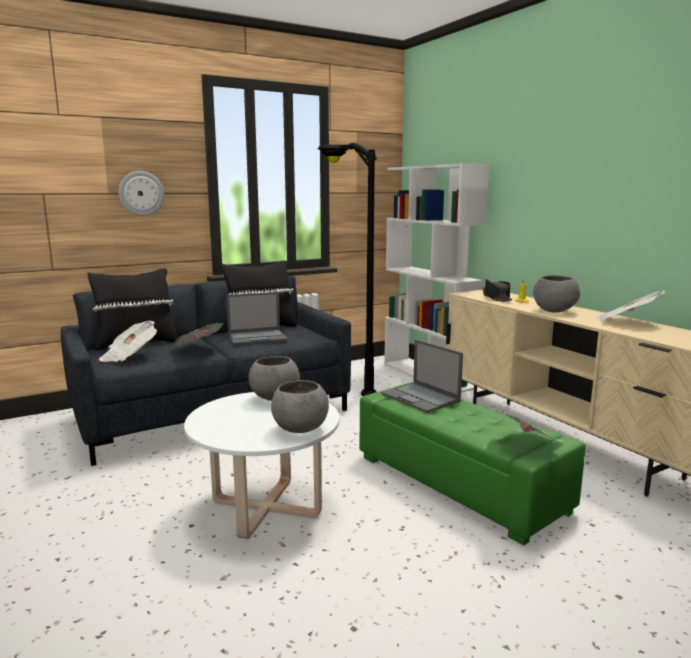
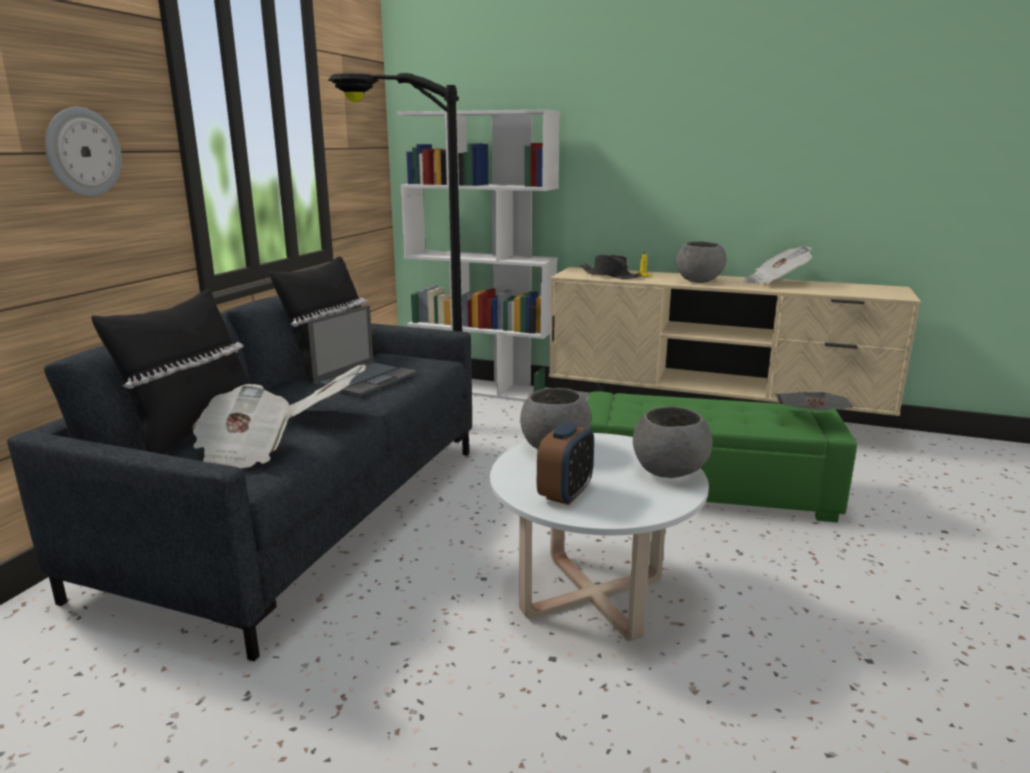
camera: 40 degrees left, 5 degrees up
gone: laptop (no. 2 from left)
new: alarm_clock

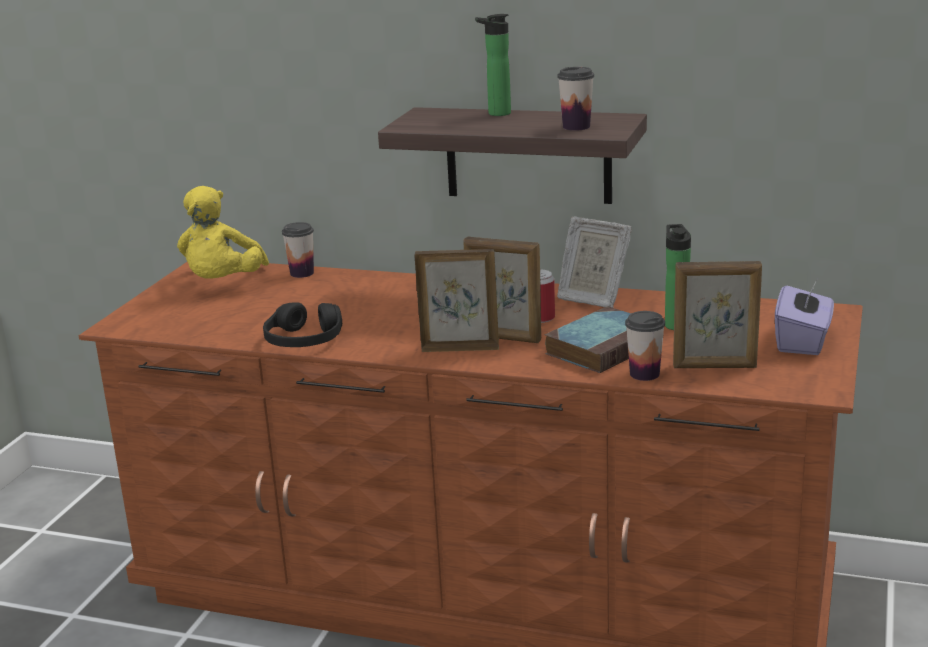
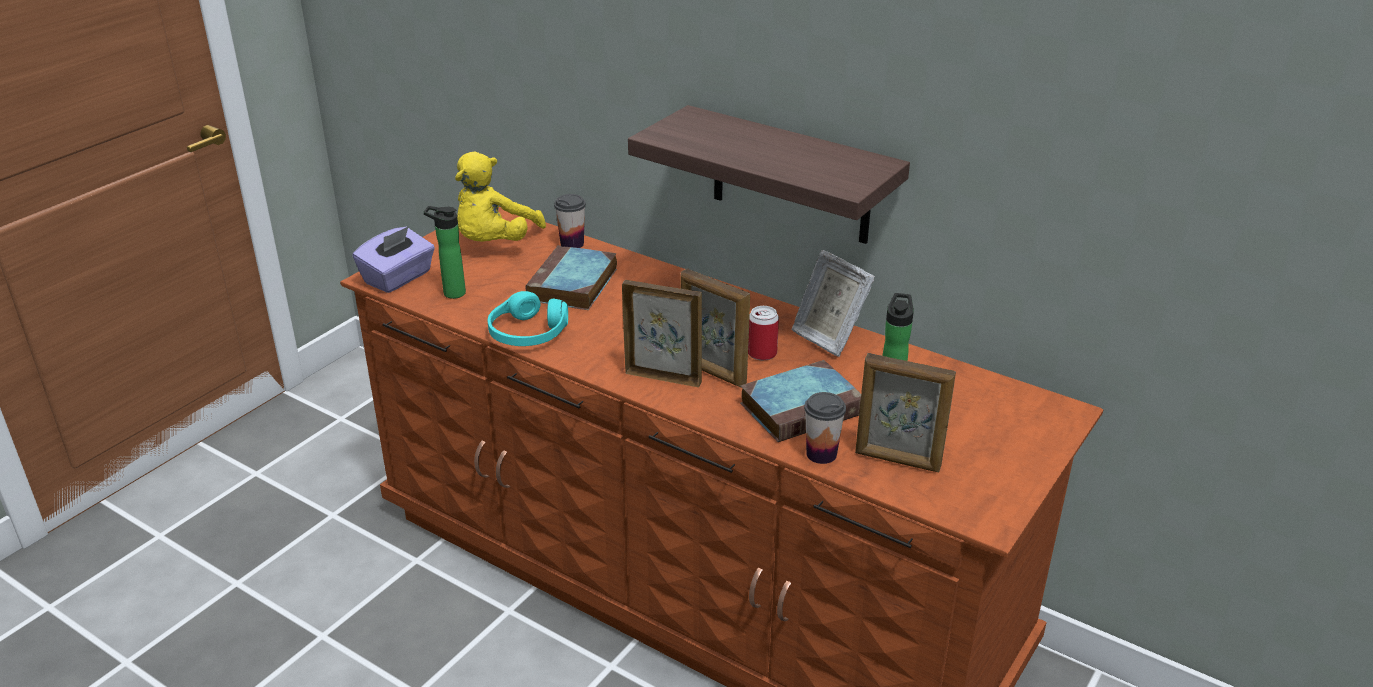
camera: 15 degrees right, 10 degrees up
gone: cup (no. 2 from left)
new: book (no. 1 from left)
shifted: bottle (no. 1 from left); purple_tissue_box
repainted: black_headphones to turquoise_headphones

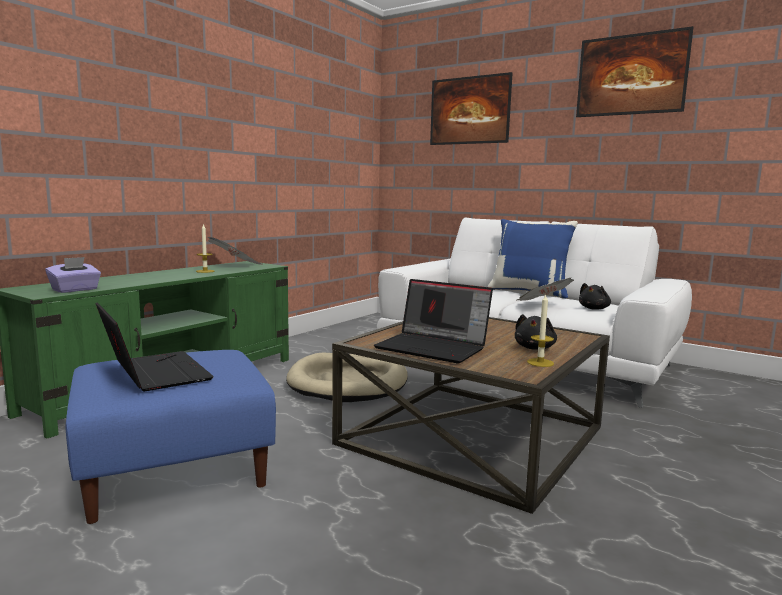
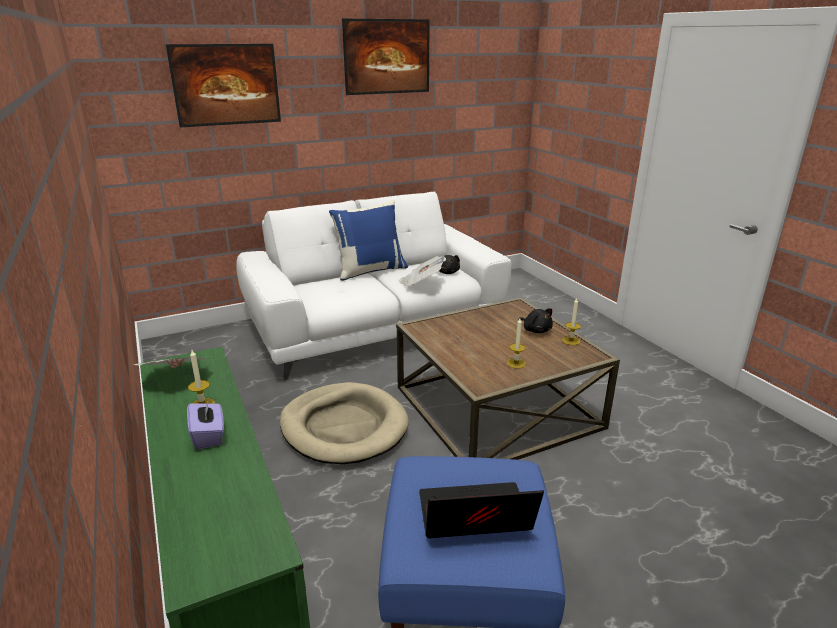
camera: 60 degrees left, 15 degrees up
shifted: purple_tissue_box
swapped: laptop (no. 2 from left) to candle (no. 2 from left)

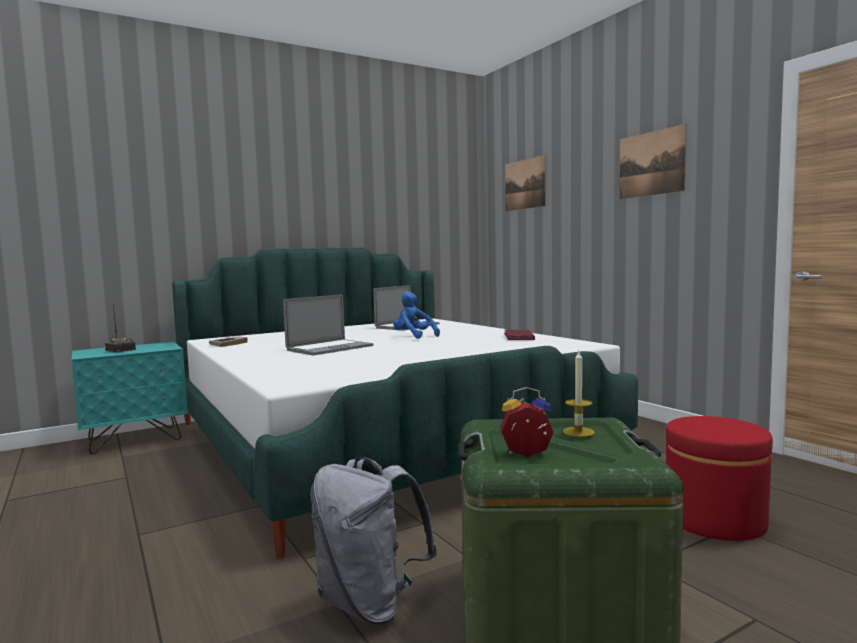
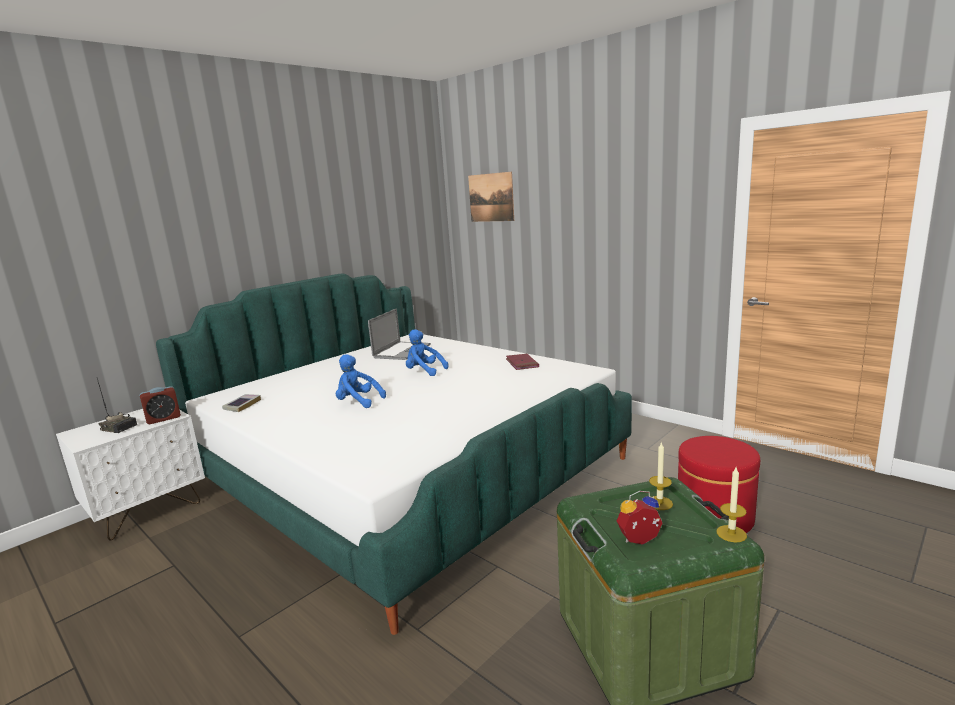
camera: 15 degrees left, 10 degrees up
gone: grey_backpack; picture (no. 2 from left)
new: alarm_clock (no. 1 from left); candle (no. 2 from left)
swapped: laptop (no. 1 from left) to blue_plush_toy (no. 1 from left)
repainted: turquoise_nightstand to white_nightstand

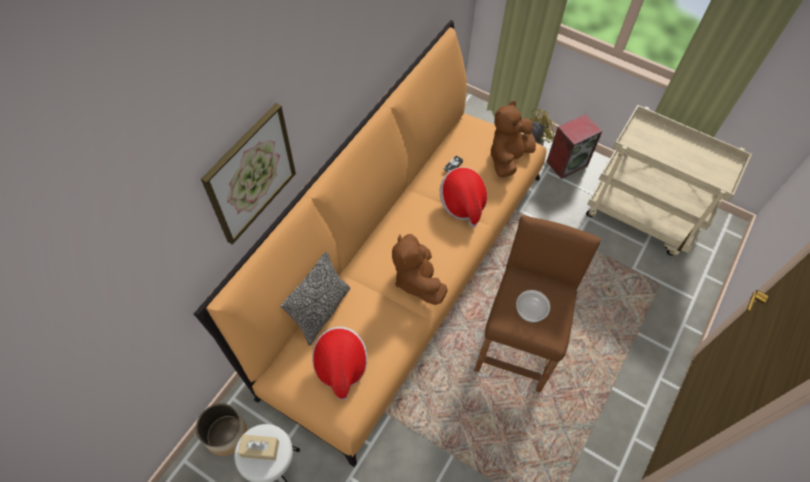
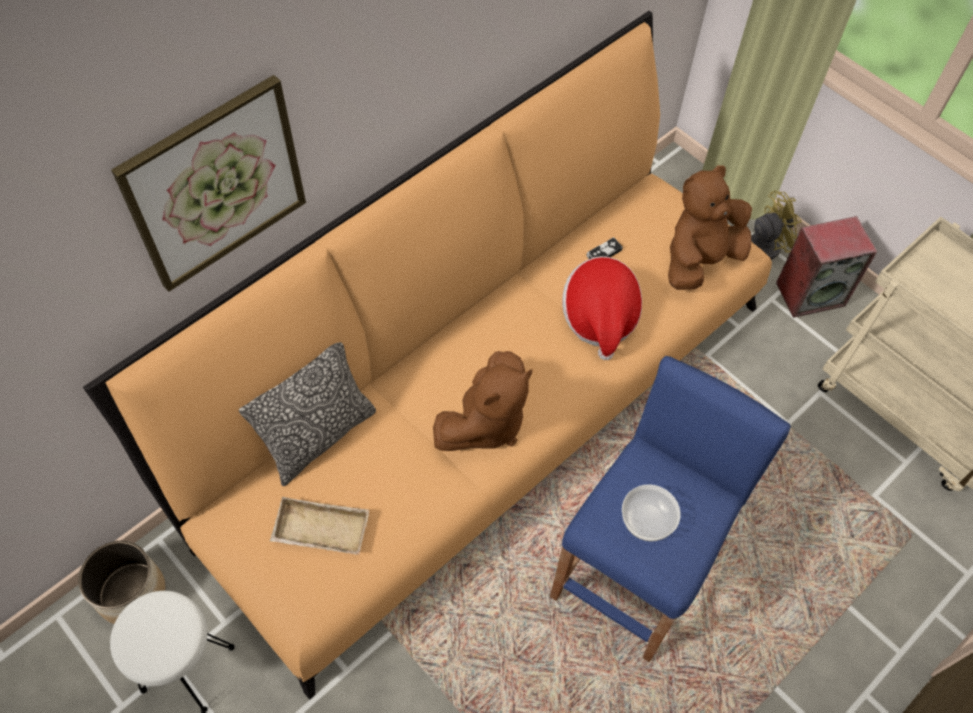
camera: 15 degrees right, 0 degrees up
gone: beige_tissue_box
swapped: hat (no. 1 from left) to beige_tray
repainted: brown_stool to blue_stool
rotated: brown_plush_toy (no. 1 from left) 135 degrees counterclockwise

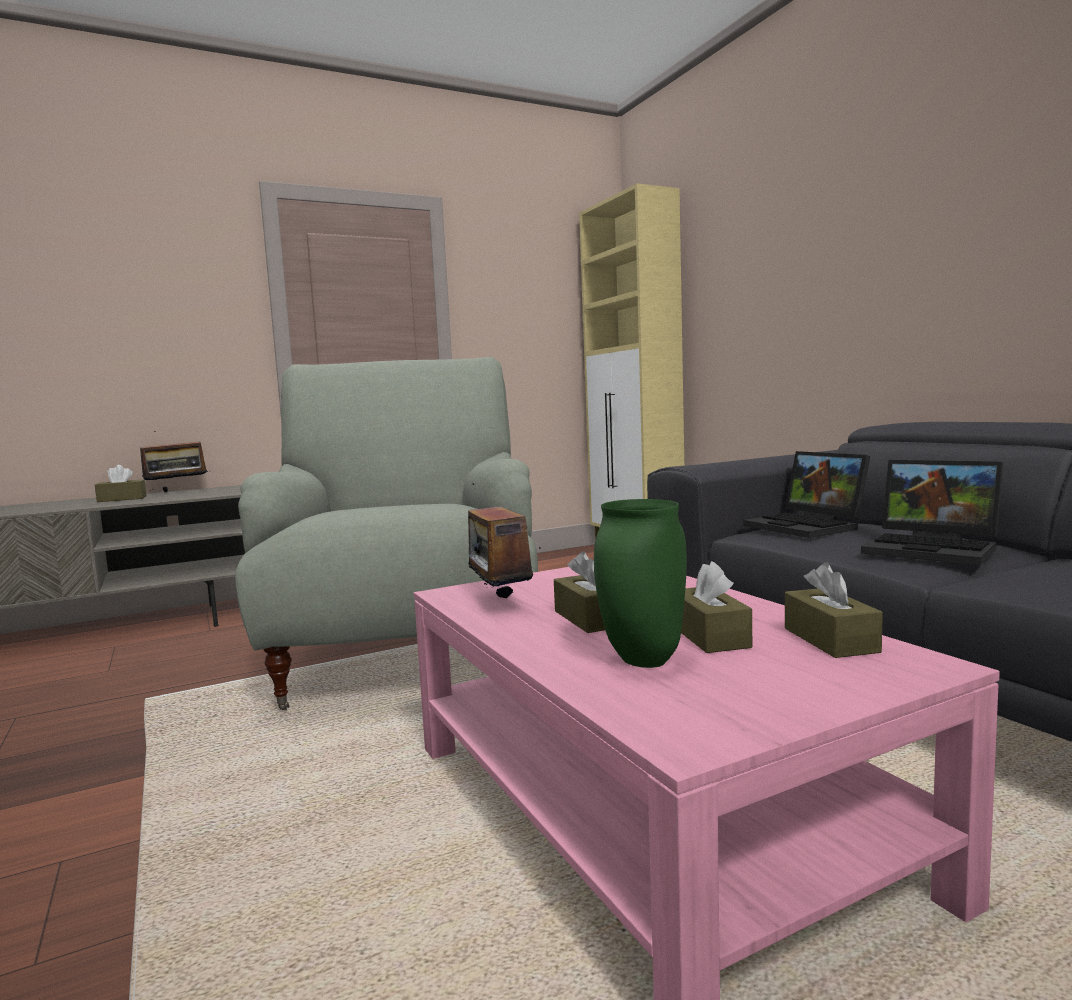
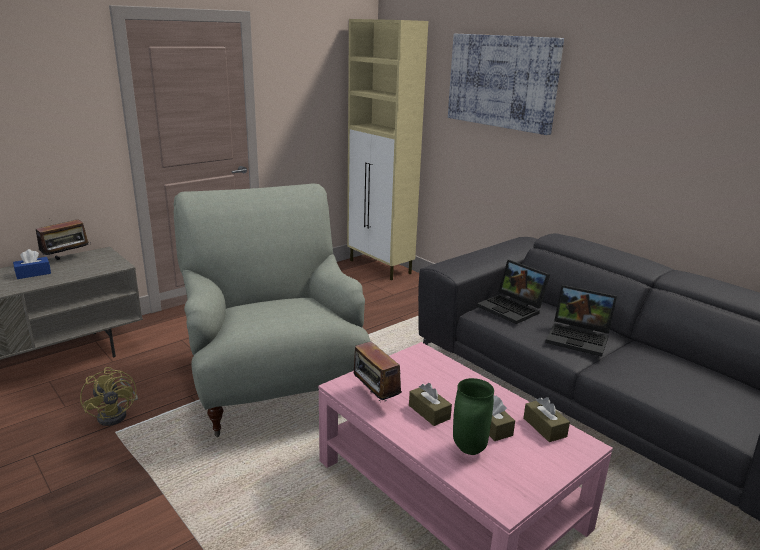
camera: 15 degrees left, 15 degrees up
new: yellow_fan; picture
repainted: brown_tissue_box (no. 1 from left) to blue_tissue_box

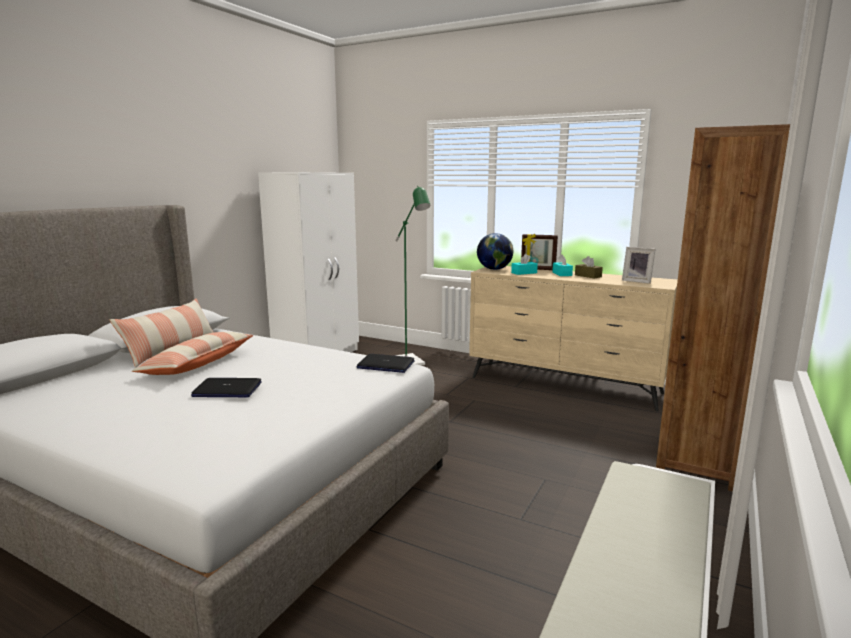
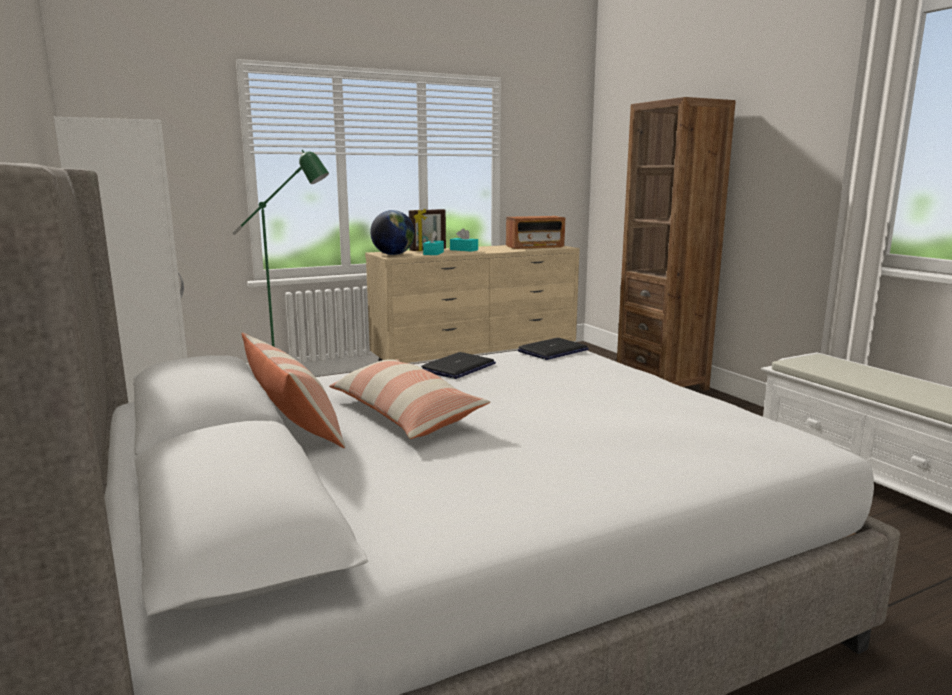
camera: 55 degrees left, 0 degrees up
gone: brown_tissue_box
shifted: laptop (no. 1 from left)
swapped: picture_frame (no. 2 from left) to radio

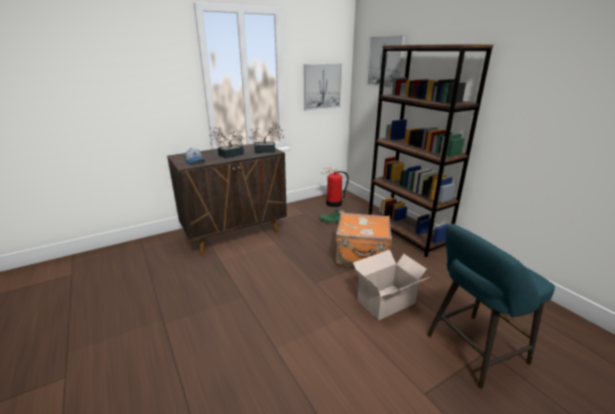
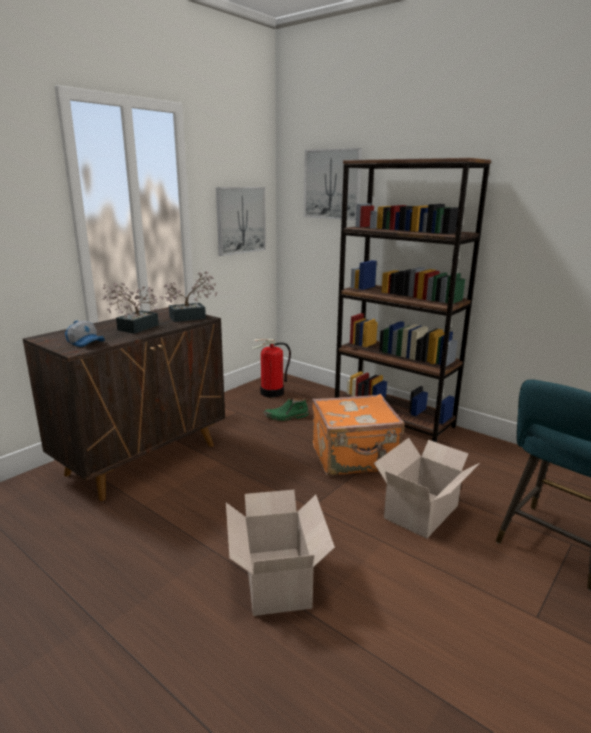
camera: 20 degrees left, 5 degrees down
new: cardboard_box (no. 1 from left)

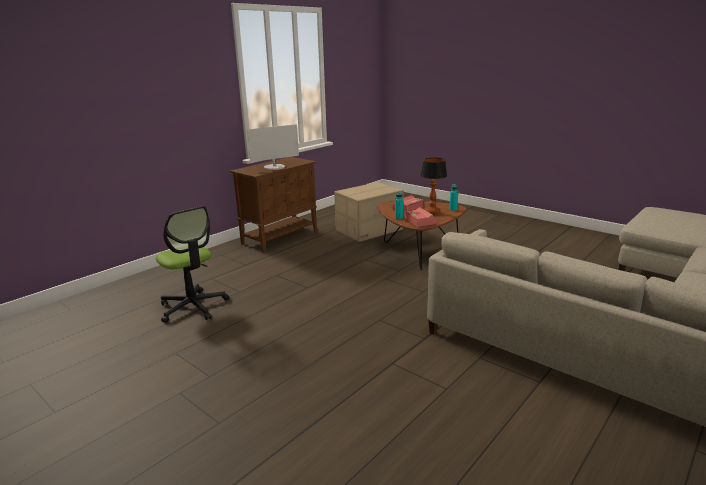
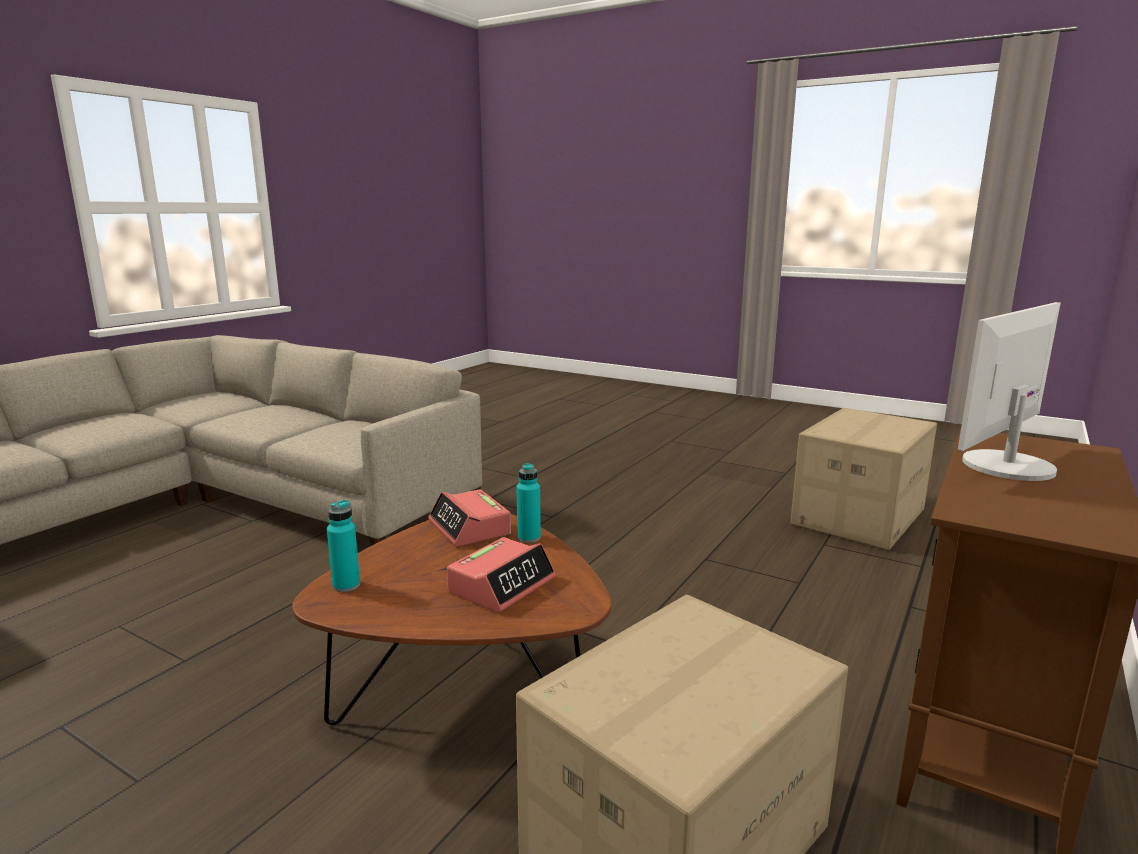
camera: 170 degrees right, 5 degrees down
gone: table_lamp
swapped: office_chair to cardboard_box (no. 2 from left)

